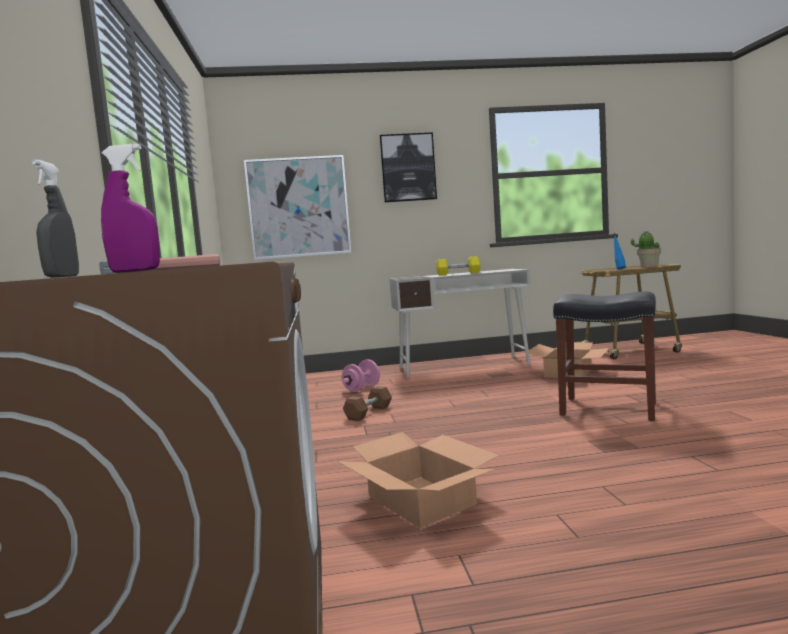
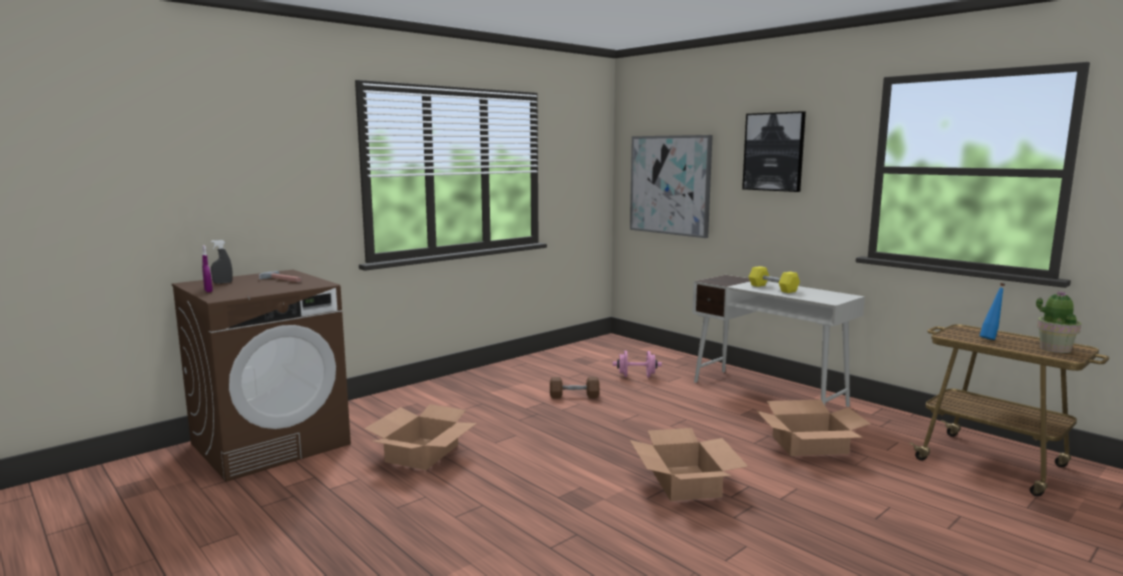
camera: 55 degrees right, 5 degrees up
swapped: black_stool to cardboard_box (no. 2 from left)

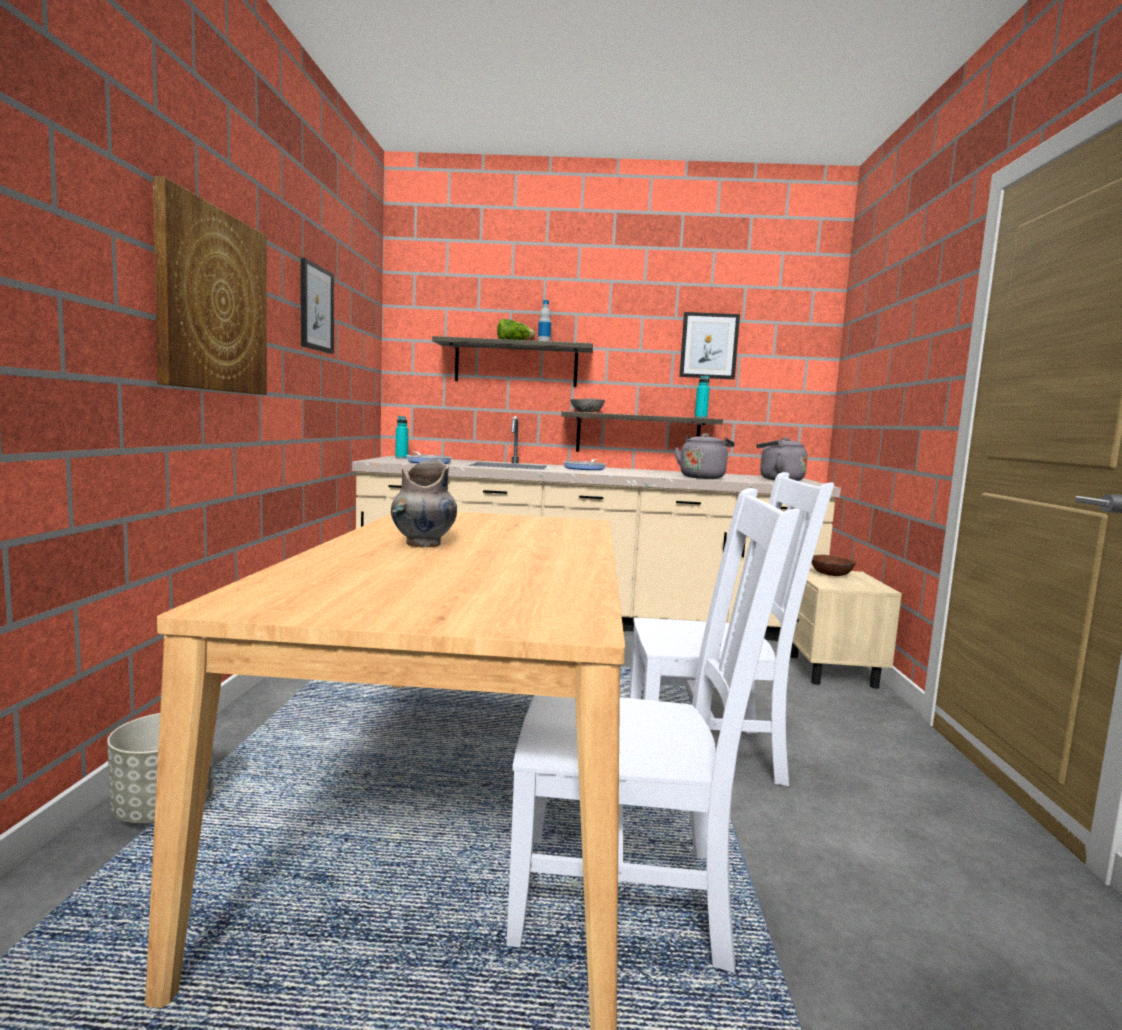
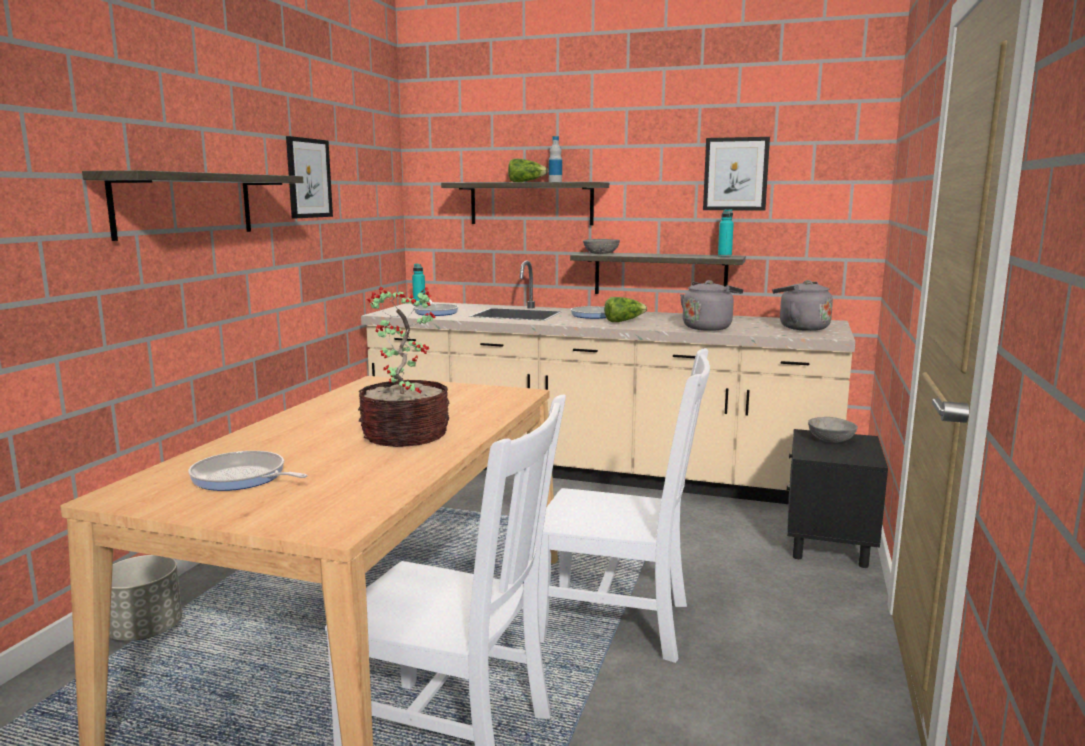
camera: 15 degrees right, 5 degrees up
gone: grey_vase
new: frying_pan (no. 1 from left); potted_plant; lettuce (no. 2 from left)
swapped: picture (no. 1 from left) to shelf (no. 1 from left)
repainted: beige_nightstand to black_nightstand; brown_bowl to grey_bowl (no. 2 from left)

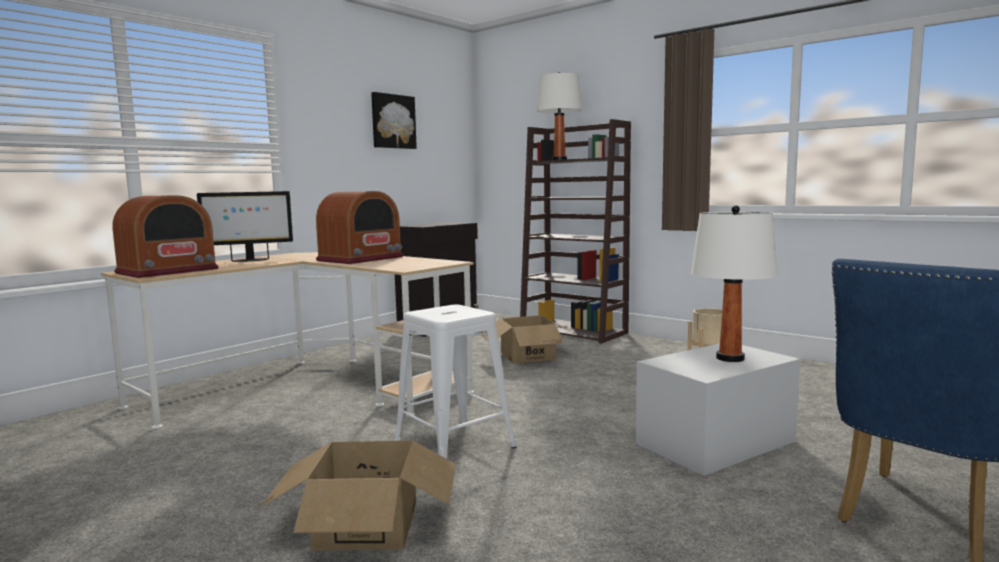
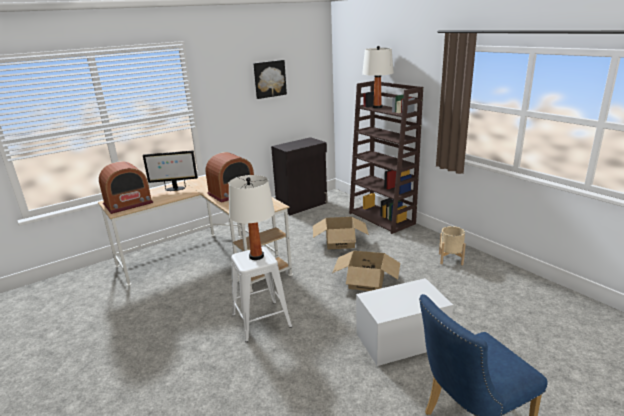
camera: 15 degrees right, 15 degrees up
shifted: cardboard_box (no. 1 from left in the first image) to cardboard_box (no. 2 from left); white_table_lamp (no. 2 from left in the first image) to white_table_lamp (no. 1 from left)

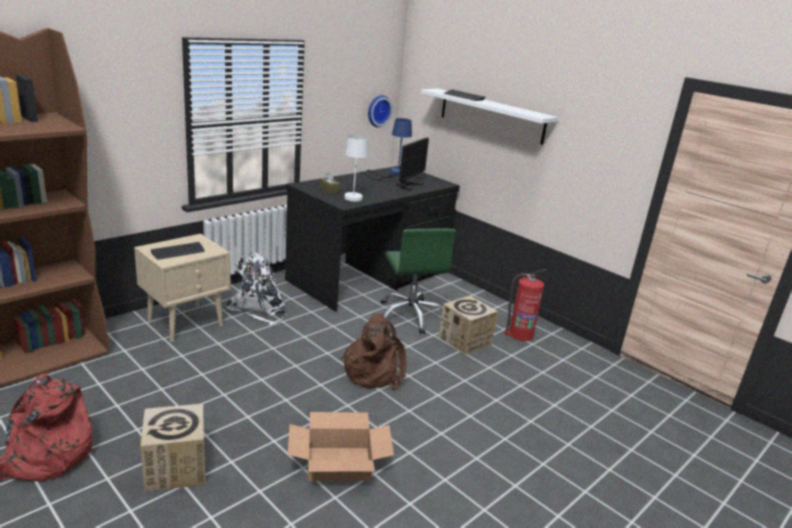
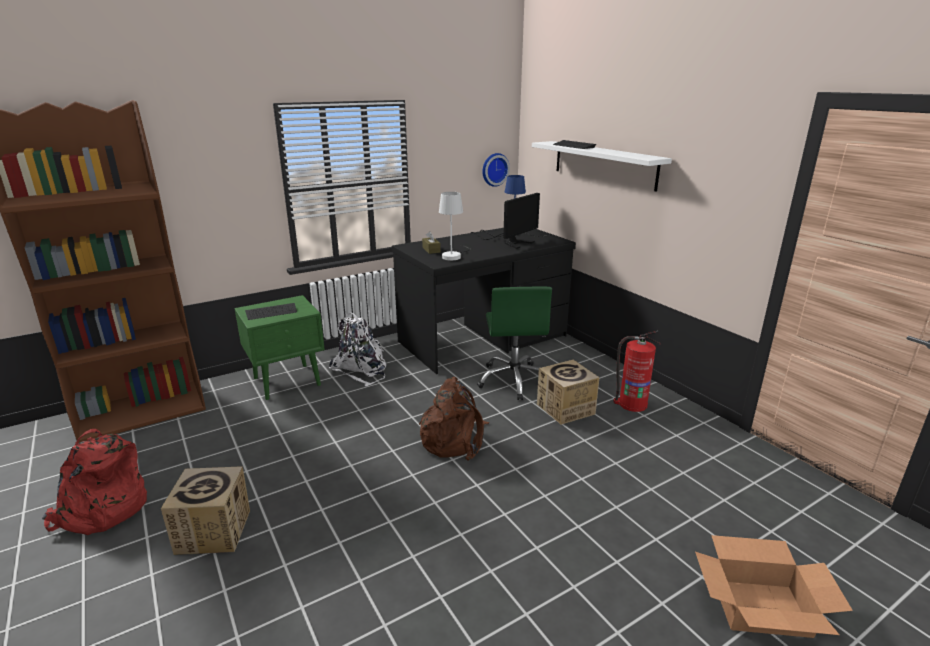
camera: 15 degrees right, 0 degrees up
shifted: cardboard_box (no. 2 from left in the first image) to cardboard_box (no. 3 from left)
repainted: beige_nightstand to green_nightstand

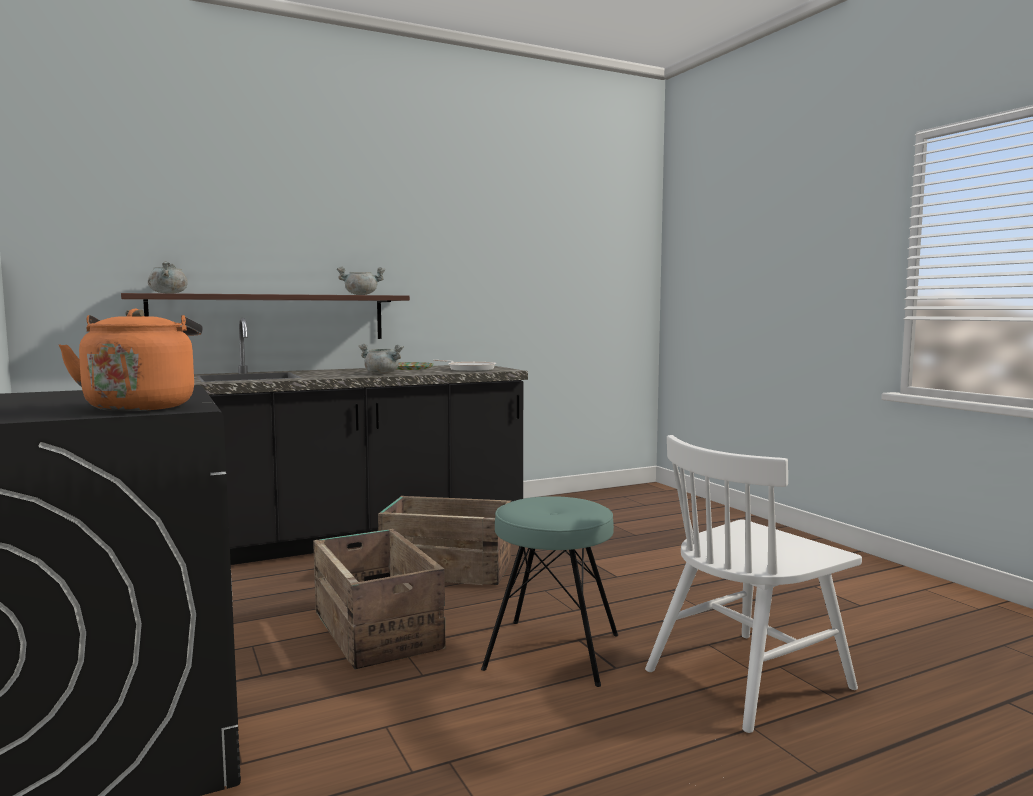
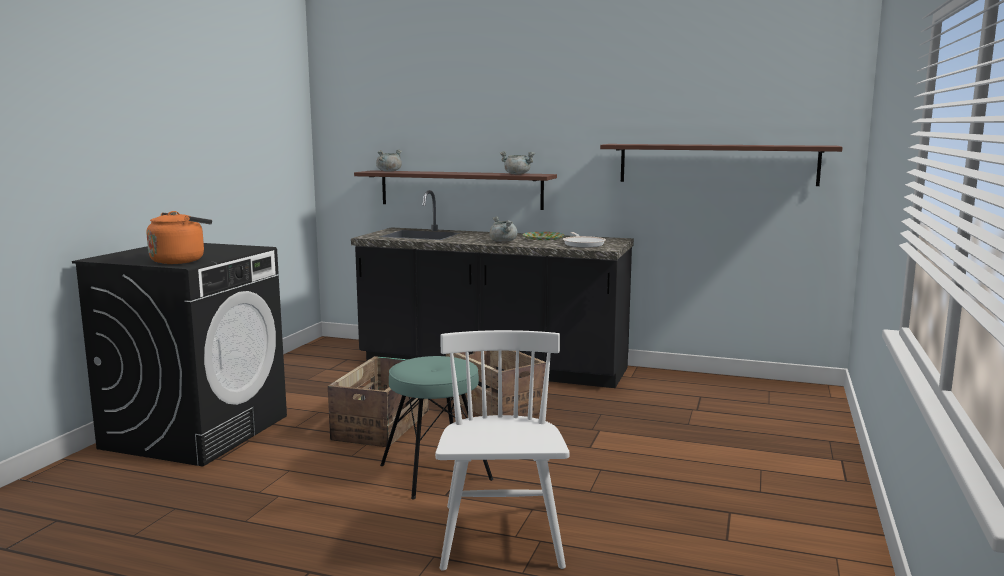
camera: 45 degrees right, 5 degrees up
new: shelf (no. 2 from left)
rotated: white_chair 75 degrees clockwise

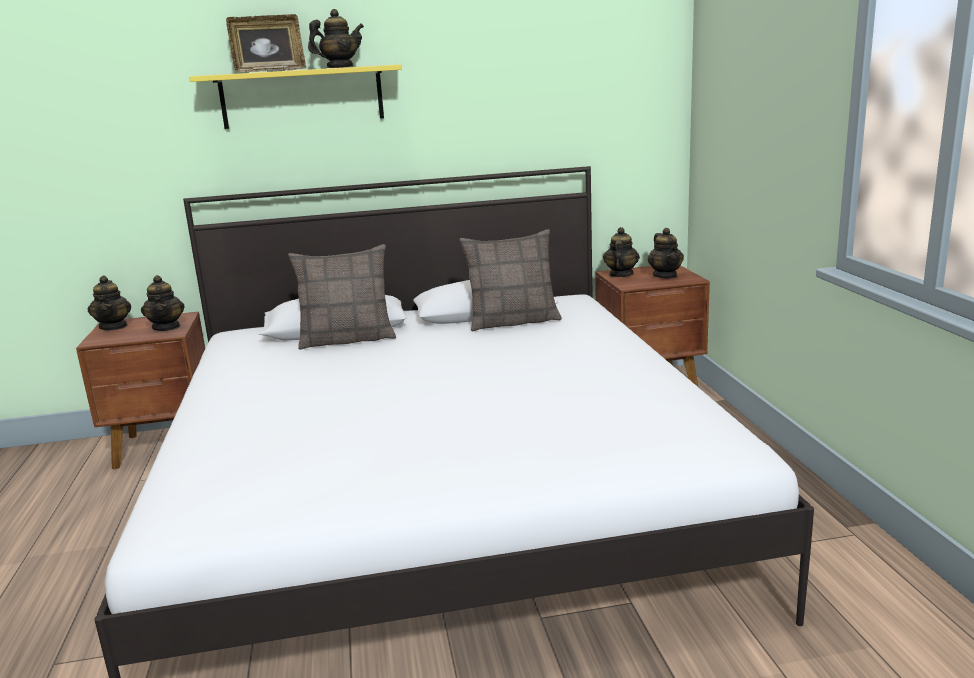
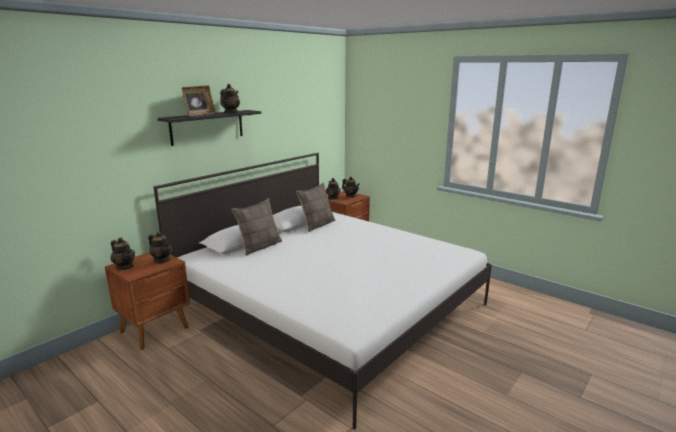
camera: 40 degrees left, 0 degrees up
repainted: yellow_shelf to black_shelf

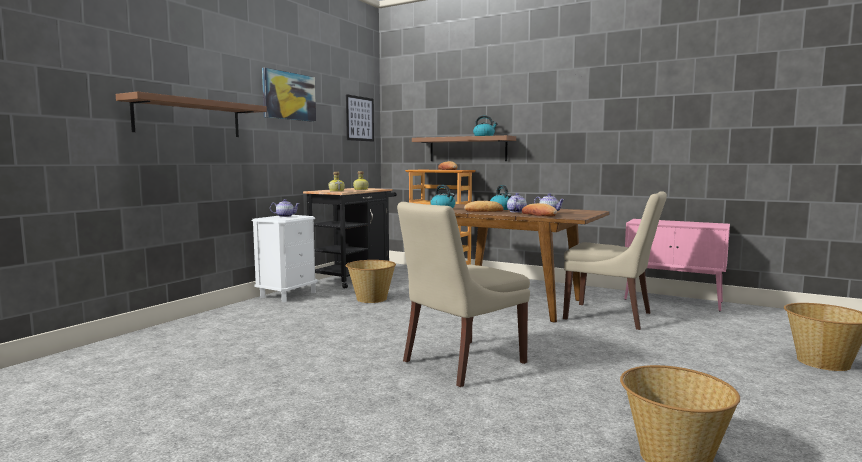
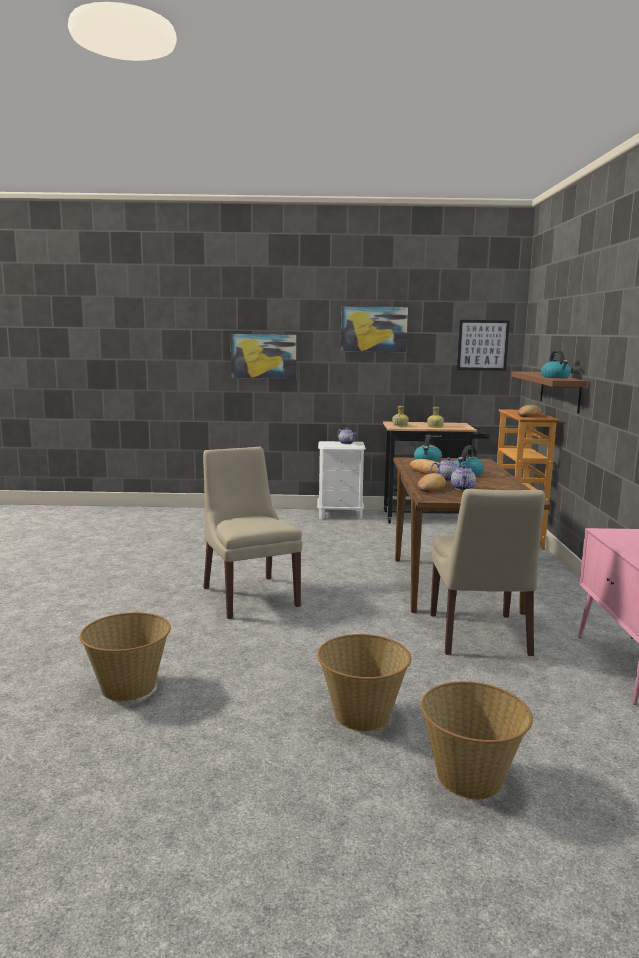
camera: 60 degrees right, 5 degrees up
shifted: basket (no. 1 from left in the first image) to basket (no. 2 from left)
swapped: brown_shelf (no. 1 from left) to picture (no. 1 from left)
rotated: beige_chair (no. 1 from left) 45 degrees clockwise

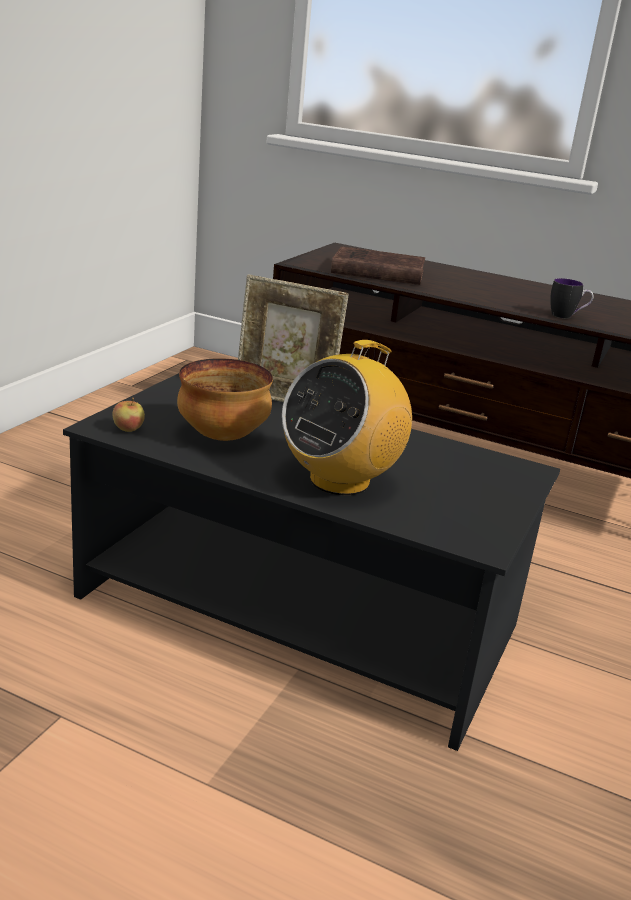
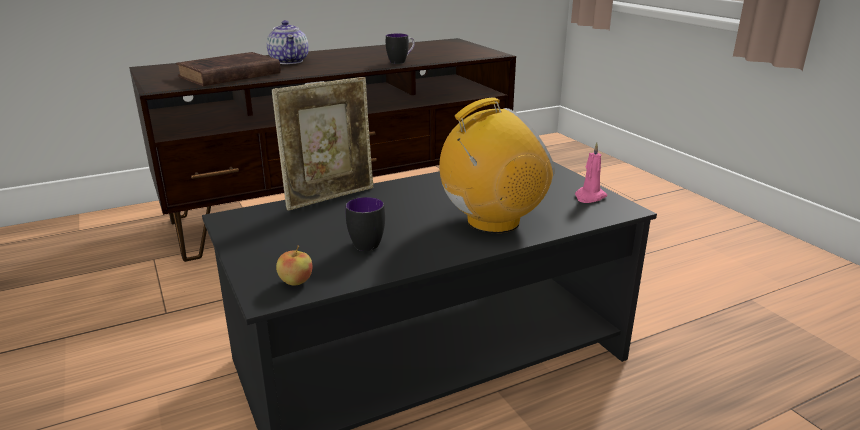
camera: 50 degrees left, 0 degrees up
new: teapot; pink_candle
swapped: bowl to mug (no. 1 from left)
rotated: radio 105 degrees counterclockwise

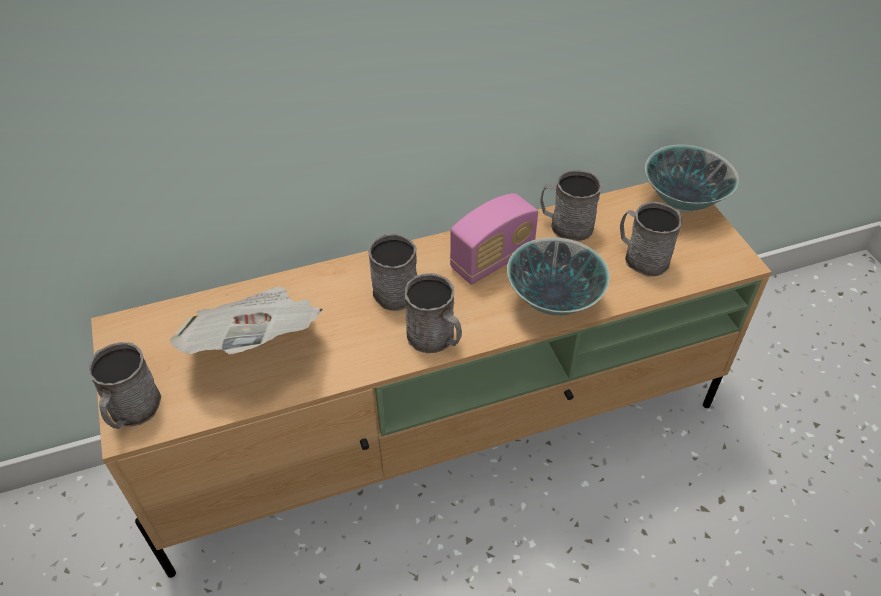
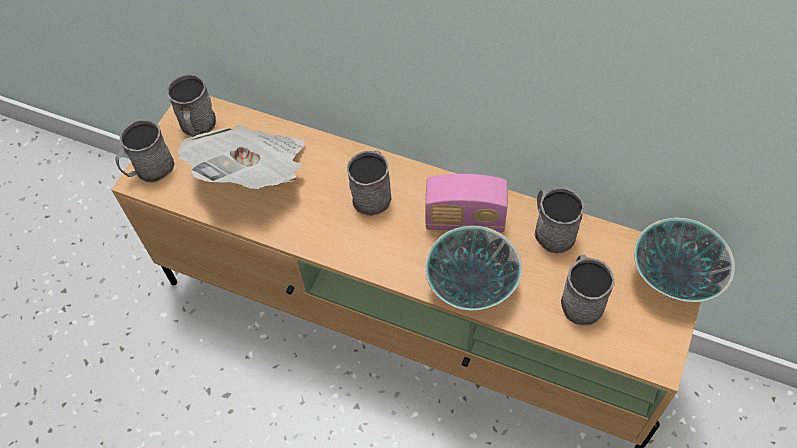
camera: 45 degrees right, 10 degrees up
shifted: grey_mug (no. 3 from left in the first image) to grey_mug (no. 2 from left)

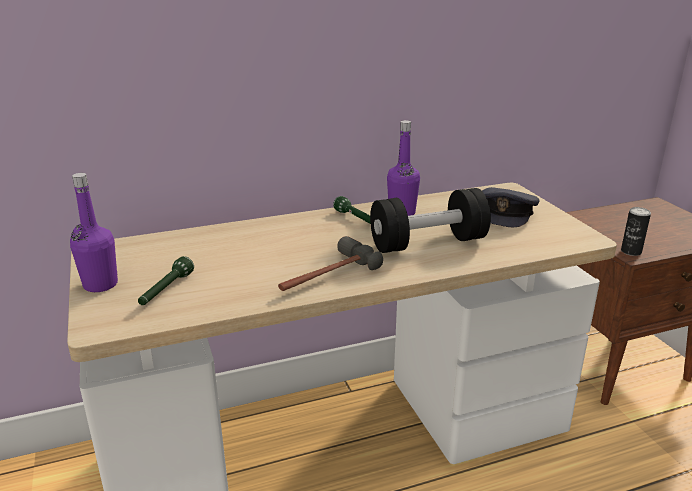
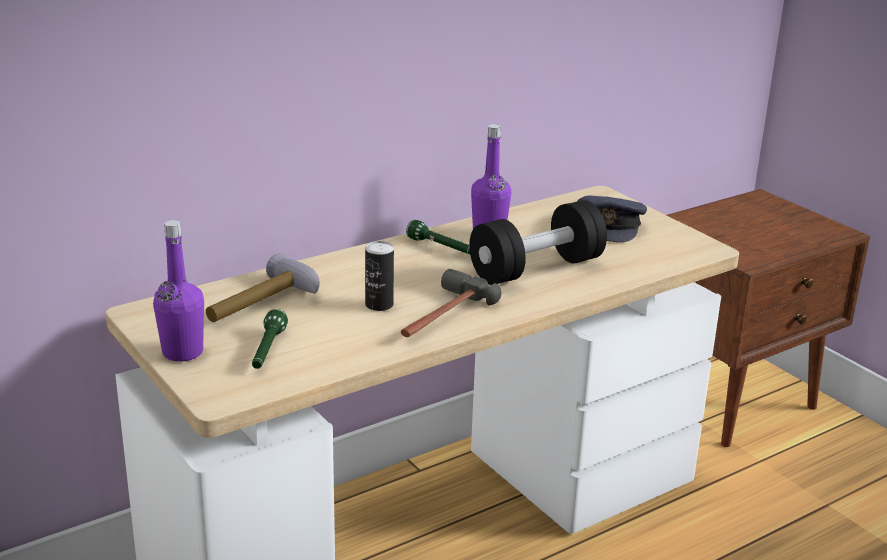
camera: 15 degrees left, 0 degrees up
new: hammer (no. 1 from left)
shifted: can

